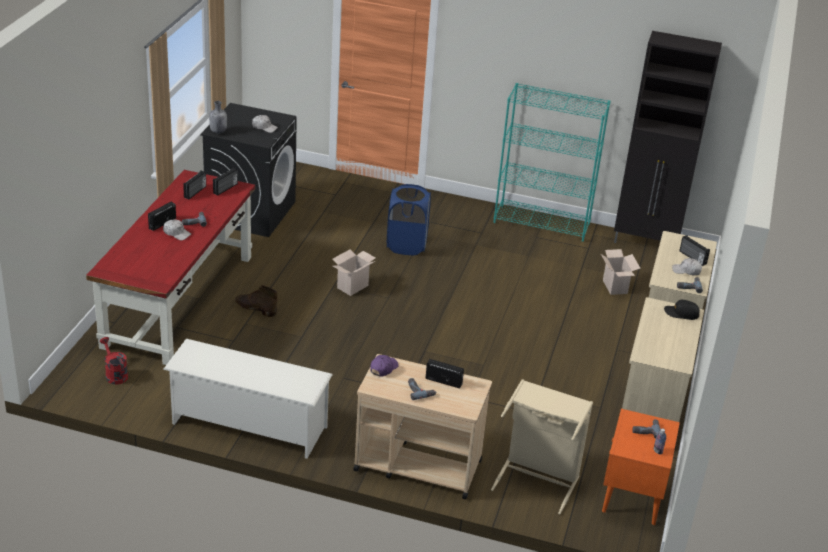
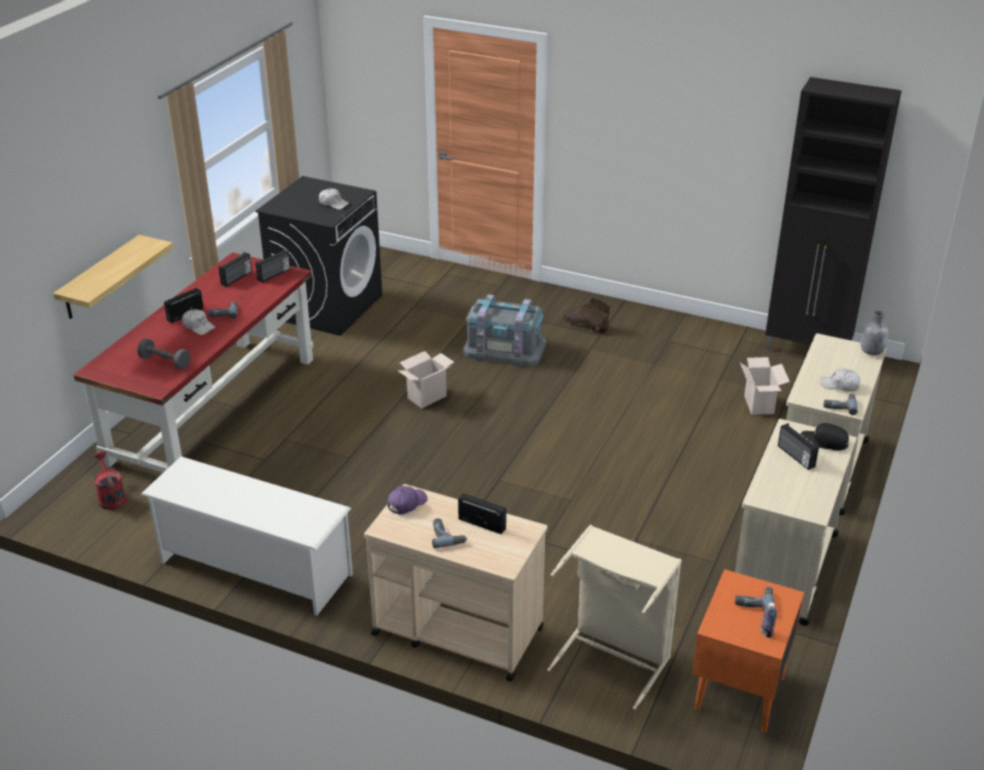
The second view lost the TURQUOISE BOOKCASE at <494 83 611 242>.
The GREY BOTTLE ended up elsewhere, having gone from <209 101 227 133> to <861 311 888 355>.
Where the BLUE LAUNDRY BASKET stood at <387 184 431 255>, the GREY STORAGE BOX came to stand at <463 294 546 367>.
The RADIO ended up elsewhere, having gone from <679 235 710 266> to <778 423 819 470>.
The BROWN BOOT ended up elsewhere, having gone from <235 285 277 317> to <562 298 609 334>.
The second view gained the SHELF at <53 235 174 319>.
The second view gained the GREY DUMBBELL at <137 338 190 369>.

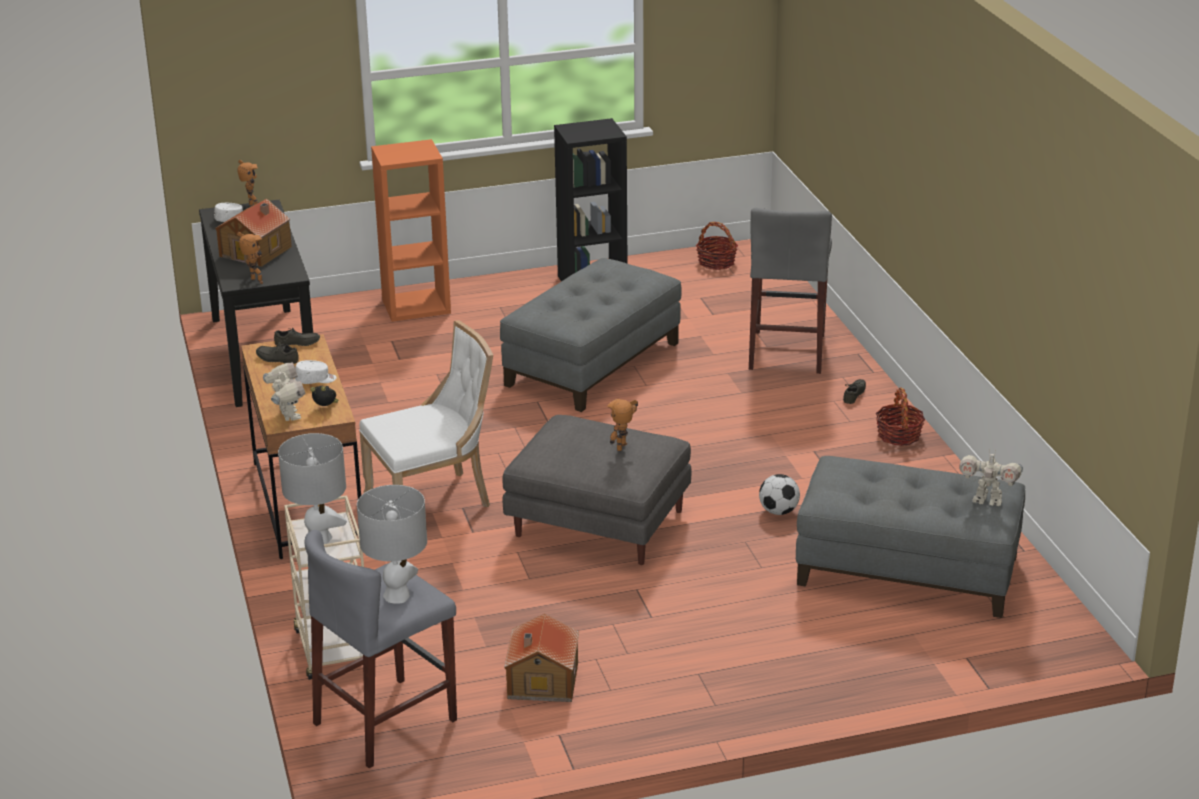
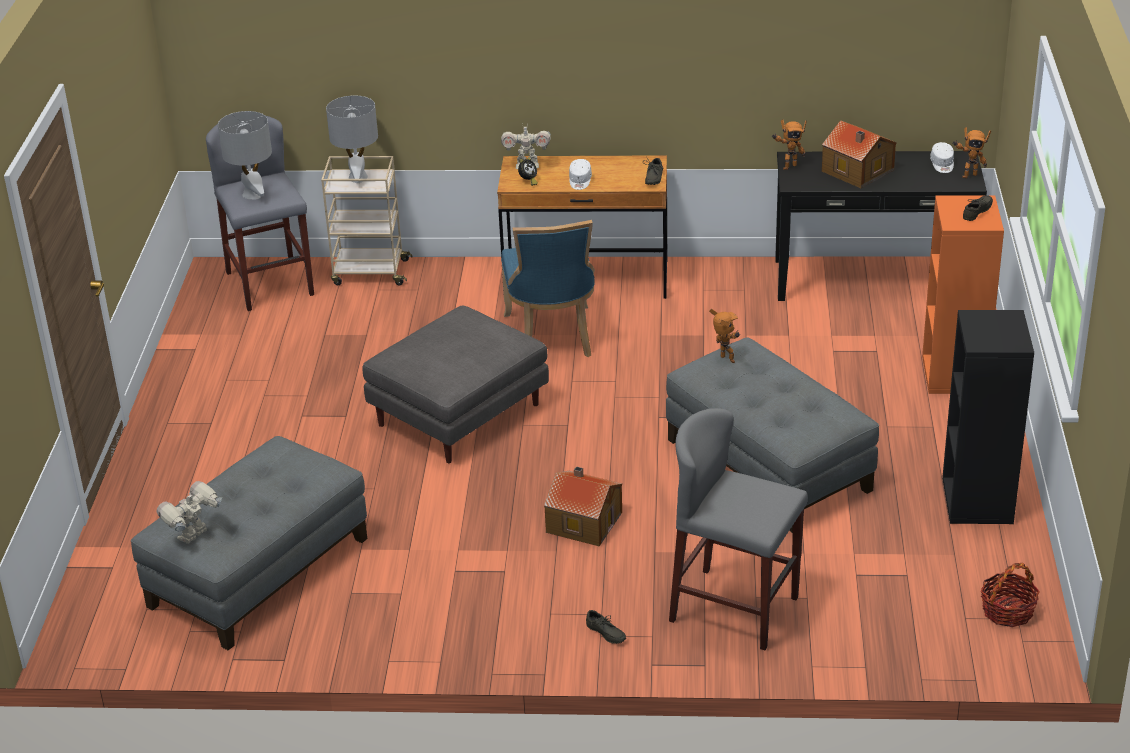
What was the WHITE CHAIR at <359 320 493 507> turned into the BLUE CHAIR at <501 220 595 357>.
The GREY SHOE ended up elsewhere, having gone from <256 338 299 364> to <963 195 993 221>.
The second view lost the BASKET at <876 388 925 446>.
The TOY ROBOT ended up elsewhere, having gone from <607 399 638 451> to <709 309 740 363>.
The second view lost the FOOTBALL at <759 474 800 515>.
The TOY HOUSE ended up elsewhere, having gone from <504 613 579 702> to <544 466 622 546>.

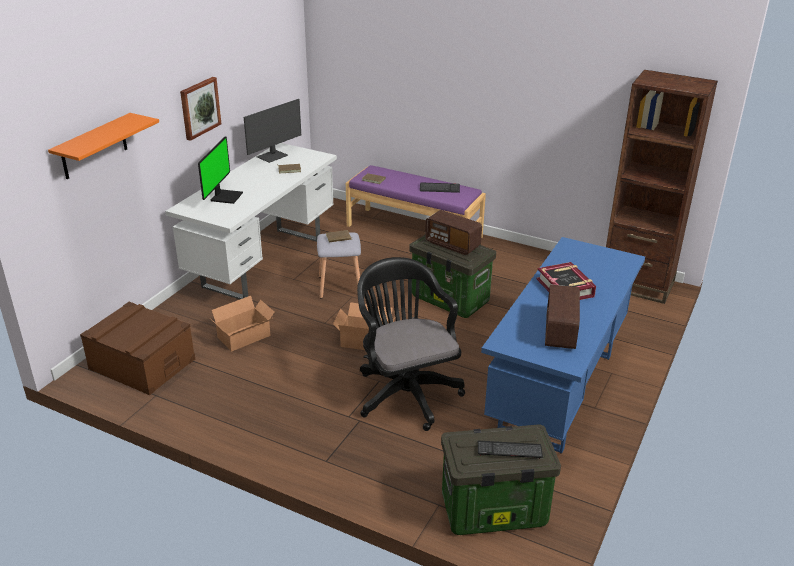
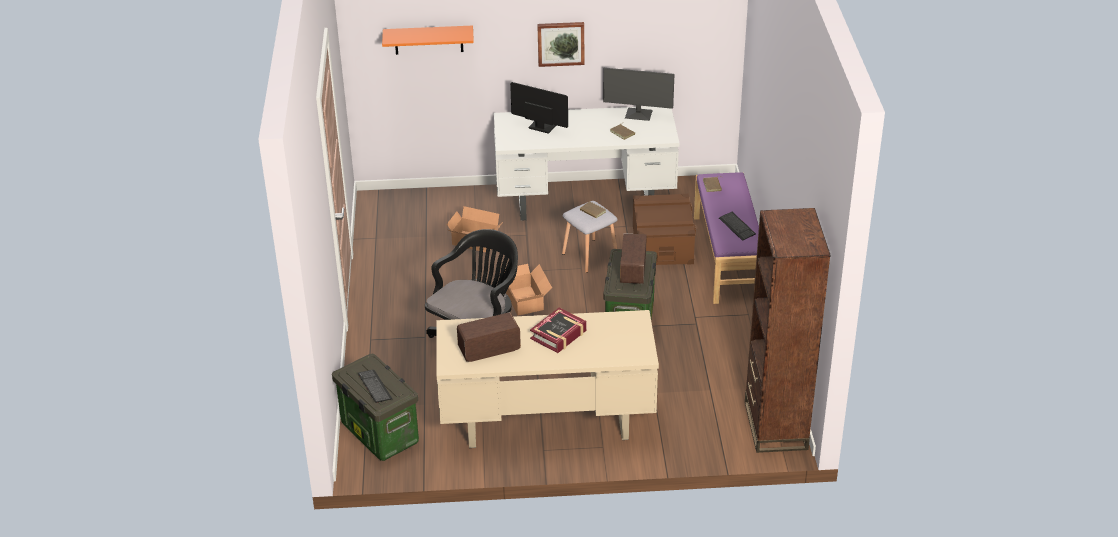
The MONITOR at <198 136 243 204> ended up facing another way, 135 degrees counterclockwise from before.
What was the BLUE DESK at <481 237 645 454> turned into the BEIGE DESK at <437 310 659 448>.
The BROWN STORAGE BOX ended up elsewhere, having gone from <80 302 195 395> to <633 194 696 265>.

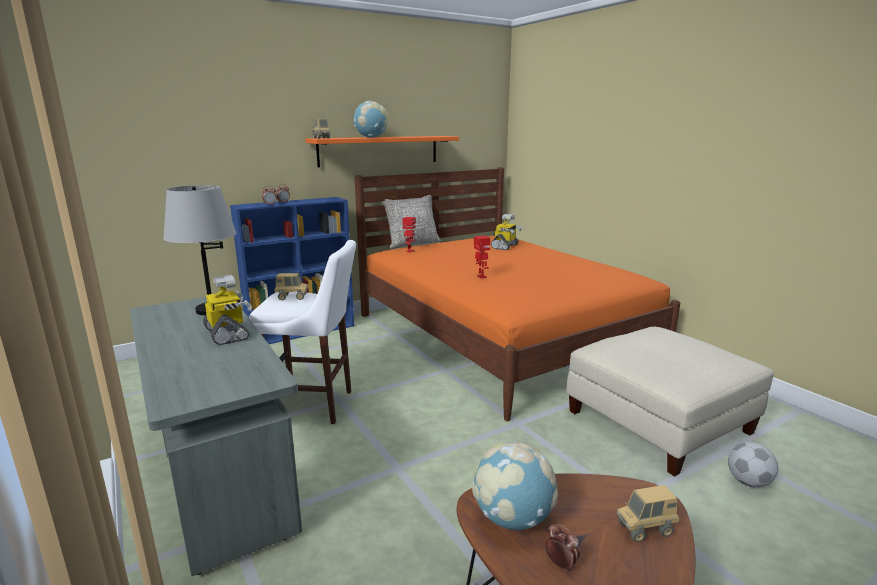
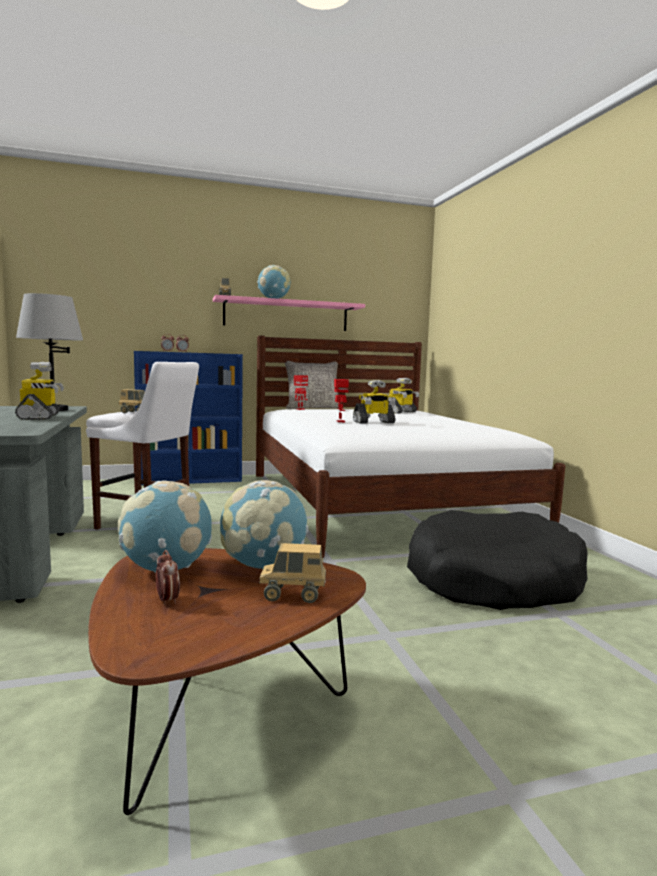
What was the ORANGE SHELF at <305 136 459 167> turned into the PINK SHELF at <213 295 365 331>.
What was the ORANGE BED at <355 167 680 421> turned into the WHITE BED at <256 335 565 558>.
Where the BEIGE OTTOMAN stood at <566 327 774 476>, the BLACK DOG BED came to stand at <407 510 588 610>.
The second view lost the FOOTBALL at <728 442 778 487>.
The second view gained the TOY ROBOT at <353 380 396 424>.
The second view gained the GLOBE at <220 480 308 569>.

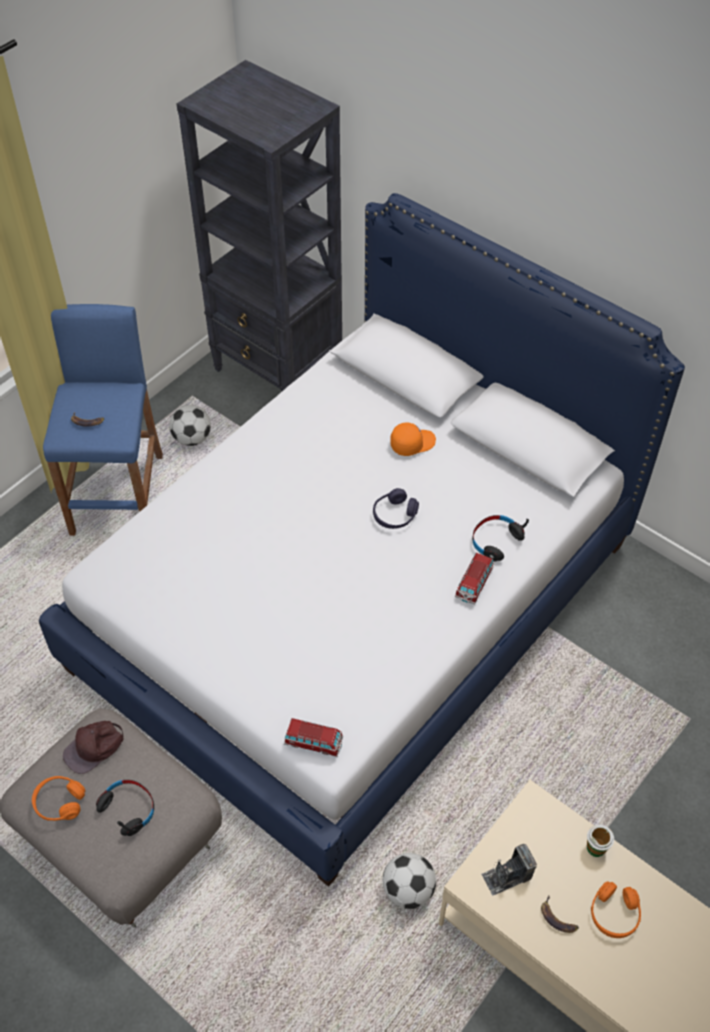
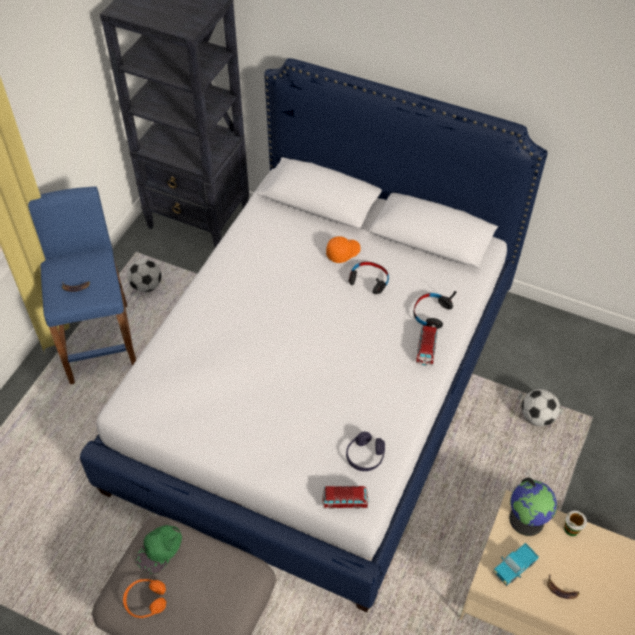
The PURPLE HEADPHONES ended up elsewhere, having gone from <373 488 419 529> to <346 432 385 471>.
What was the BROWN CAP at <63 721 124 774> turned into the GREEN CAP at <136 525 182 574>.
The BLACK HEADPHONES ended up elsewhere, having gone from <96 780 154 836> to <349 262 389 294>.
Where the PHOTO CAMERA stood at <481 844 537 895>, the TOY TRUCK came to stand at <493 543 539 586>.
The FOOTBALL ended up elsewhere, having gone from <383 853 436 909> to <522 389 560 426>.
The second view lost the ORANGE HEADPHONES at <591 882 641 938>.
The second view gained the GLOBE at <509 477 557 536>.

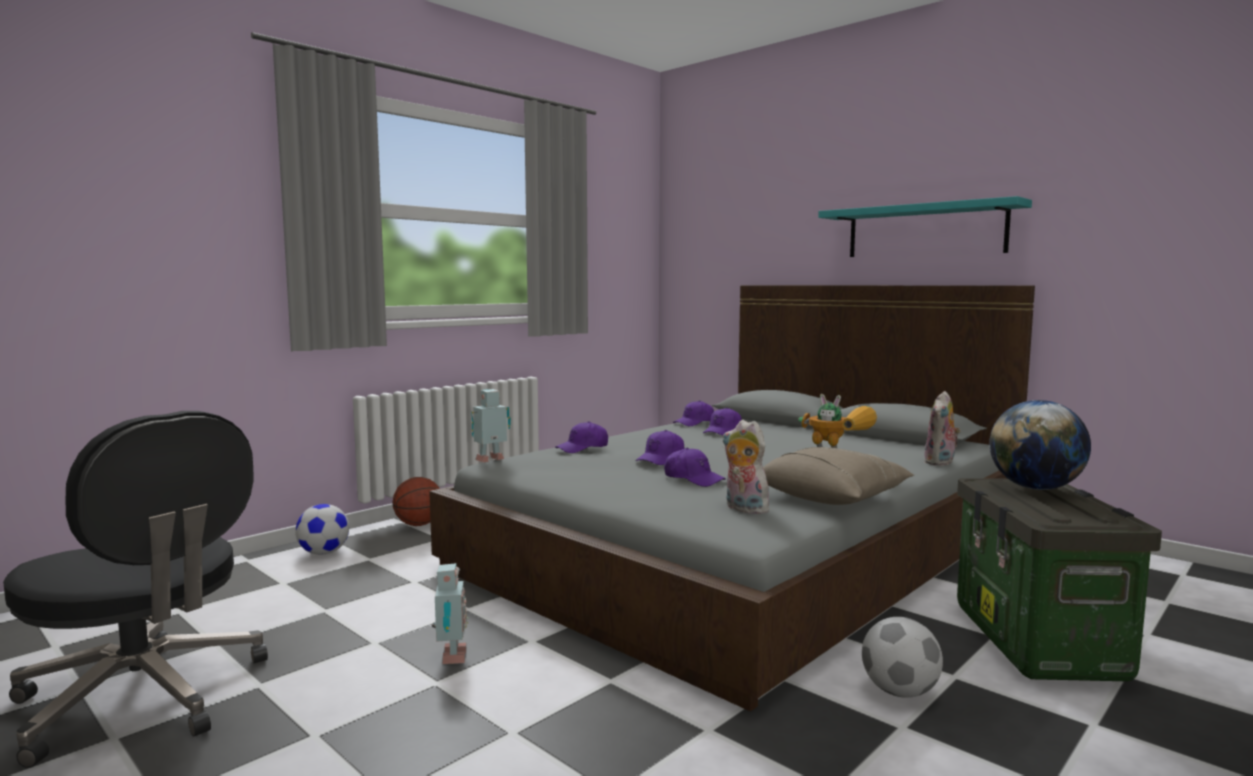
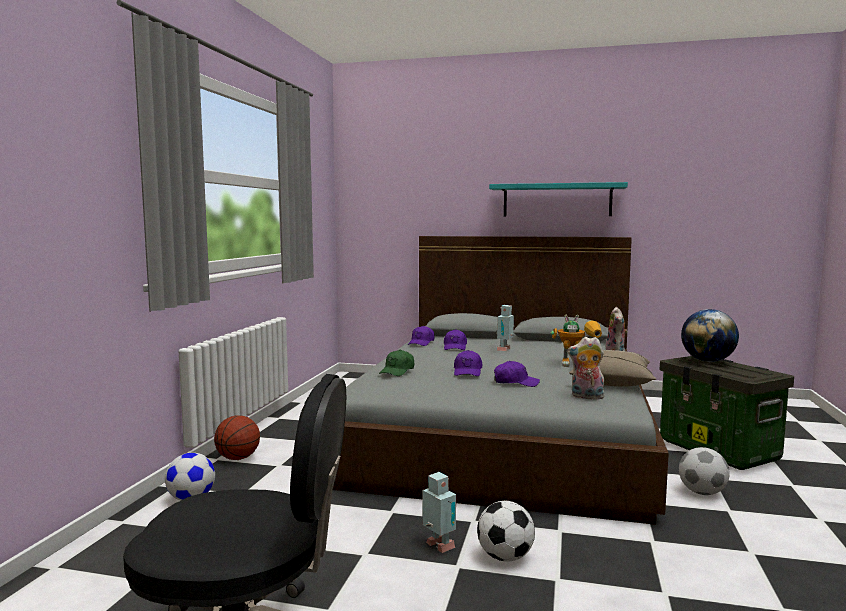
The TOY ROBOT ended up elsewhere, having gone from <471 389 511 462> to <496 305 514 351>.
What was the PURPLE CAP at <555 421 608 453> turned into the GREEN CAP at <379 350 414 376>.
The second view gained the FOOTBALL at <477 500 535 562>.

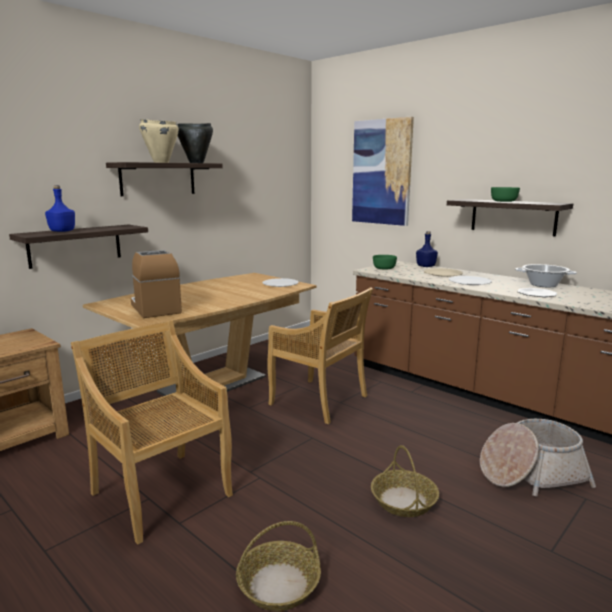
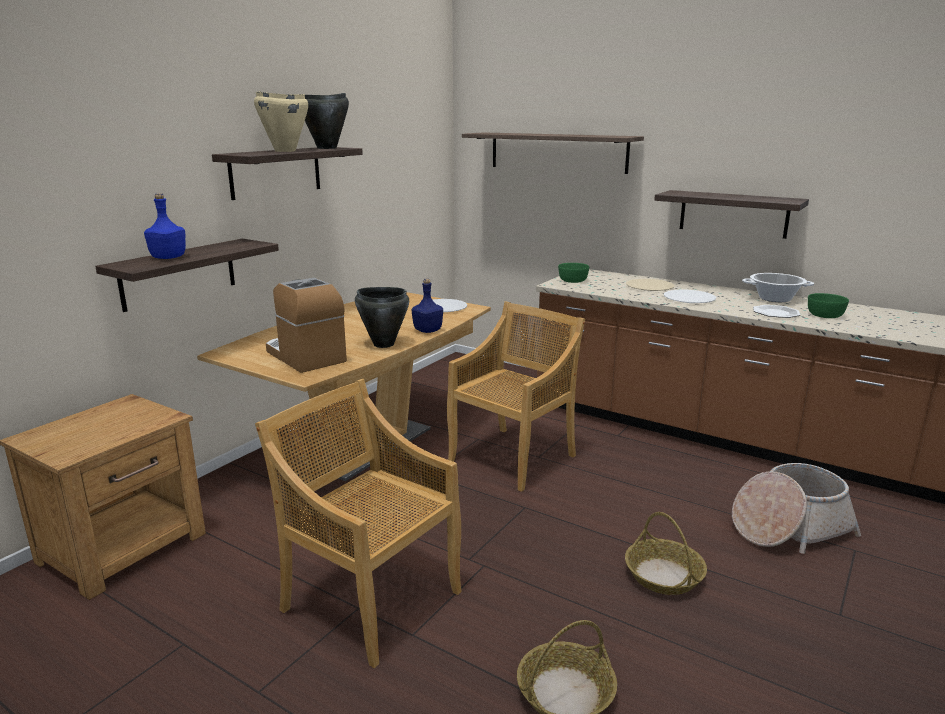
Where the PICTURE hung at <352 117 414 226>, the SHELF came to hang at <462 132 644 174>.
The GREEN BOWL ended up elsewhere, having gone from <491 187 520 202> to <808 293 849 318>.
The BLUE BOTTLE ended up elsewhere, having gone from <416 231 438 267> to <412 278 443 333>.
The BEIGE CHAIR at <267 287 373 424> ended up facing another way, 75 degrees counterclockwise from before.
The second view gained the BLACK COOKING POT at <355 287 409 348>.

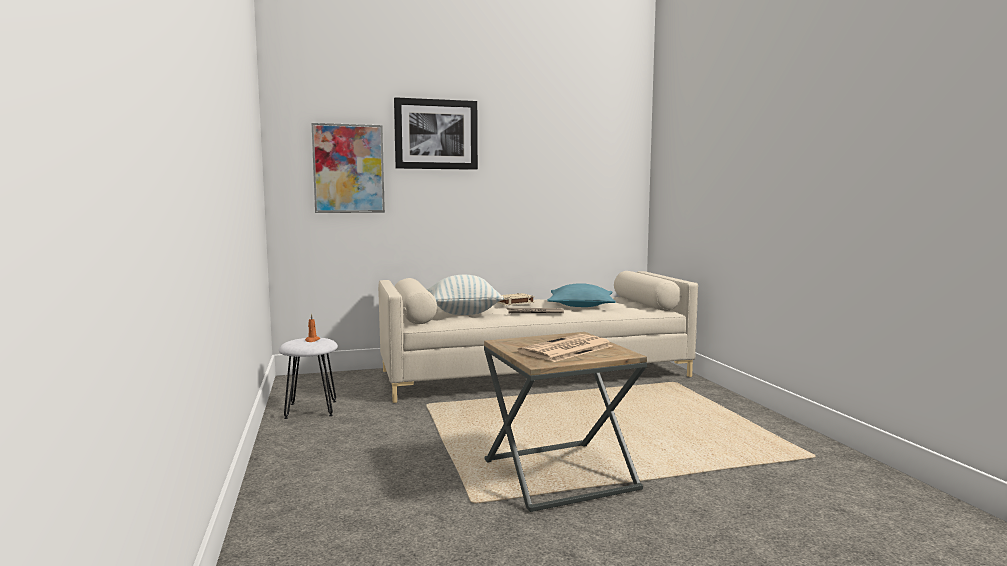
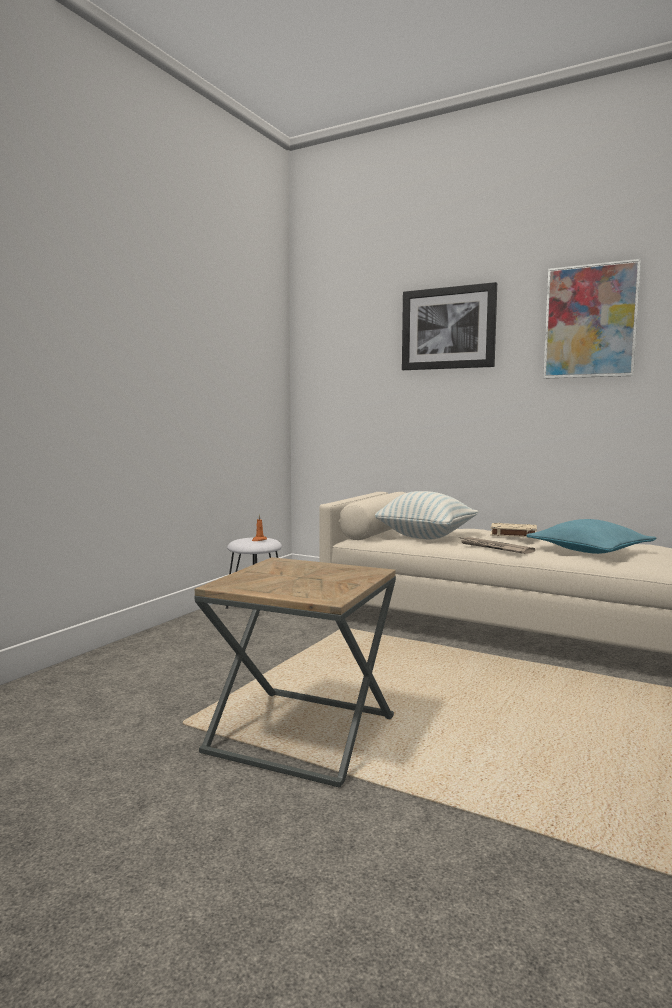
The PICTURE ended up elsewhere, having gone from <311 123 385 213> to <543 259 641 379>.
The second view lost the NEWSPAPER at <518 334 613 362>.

